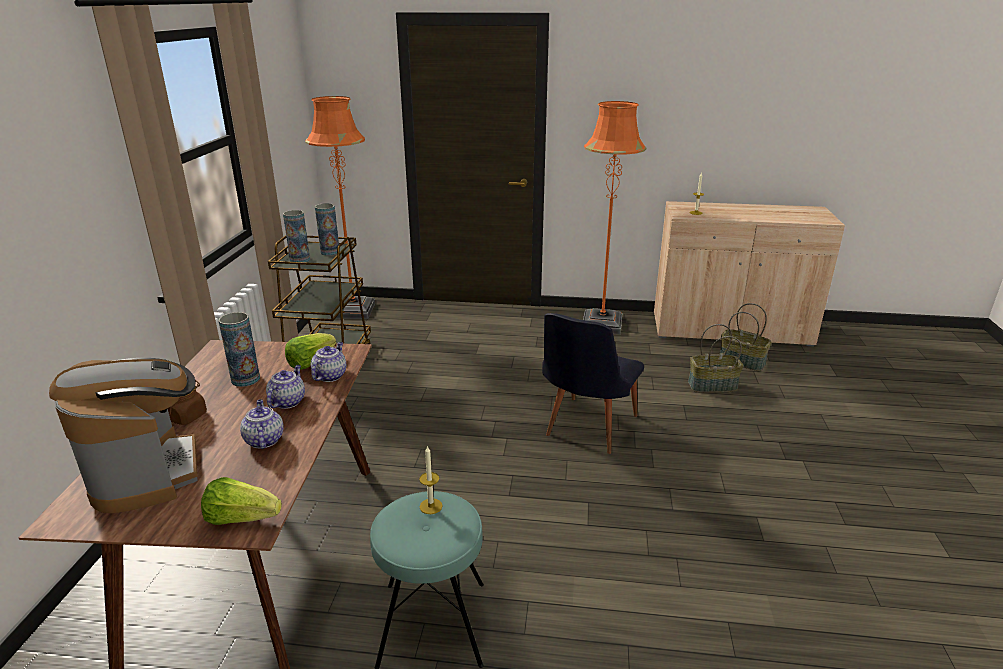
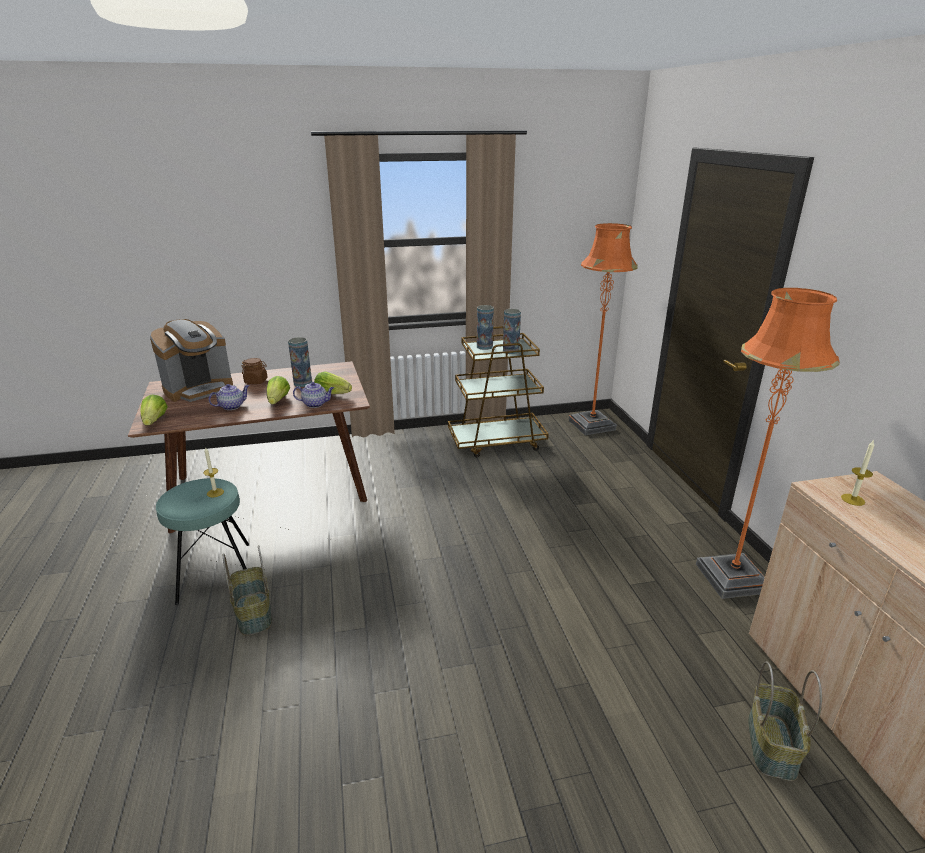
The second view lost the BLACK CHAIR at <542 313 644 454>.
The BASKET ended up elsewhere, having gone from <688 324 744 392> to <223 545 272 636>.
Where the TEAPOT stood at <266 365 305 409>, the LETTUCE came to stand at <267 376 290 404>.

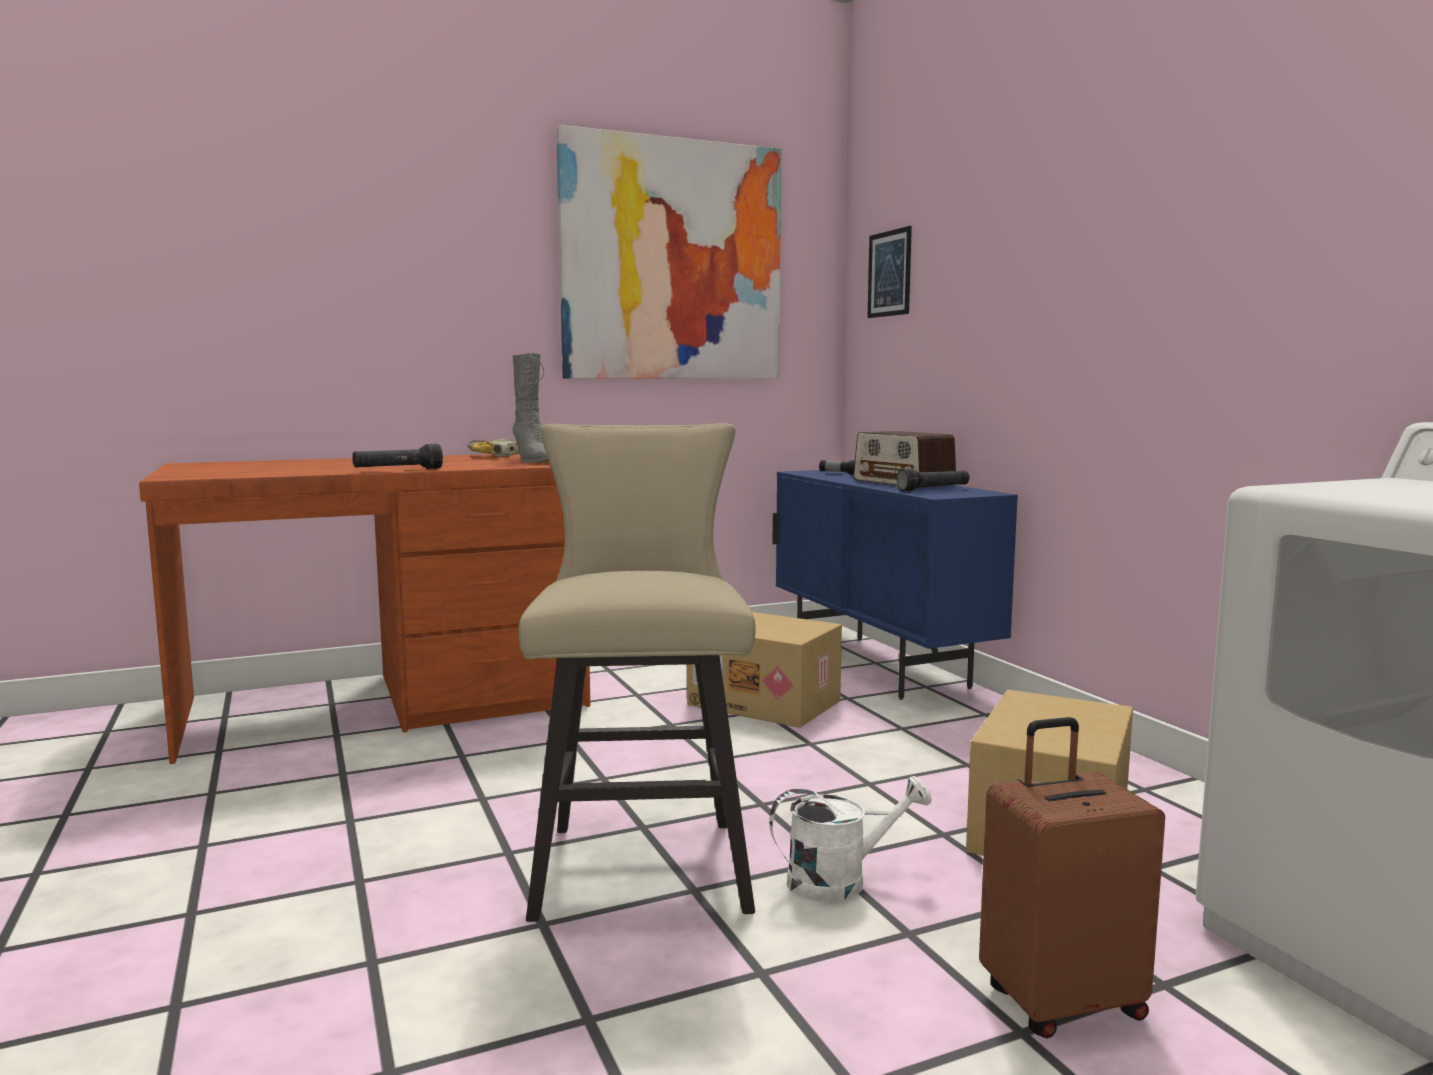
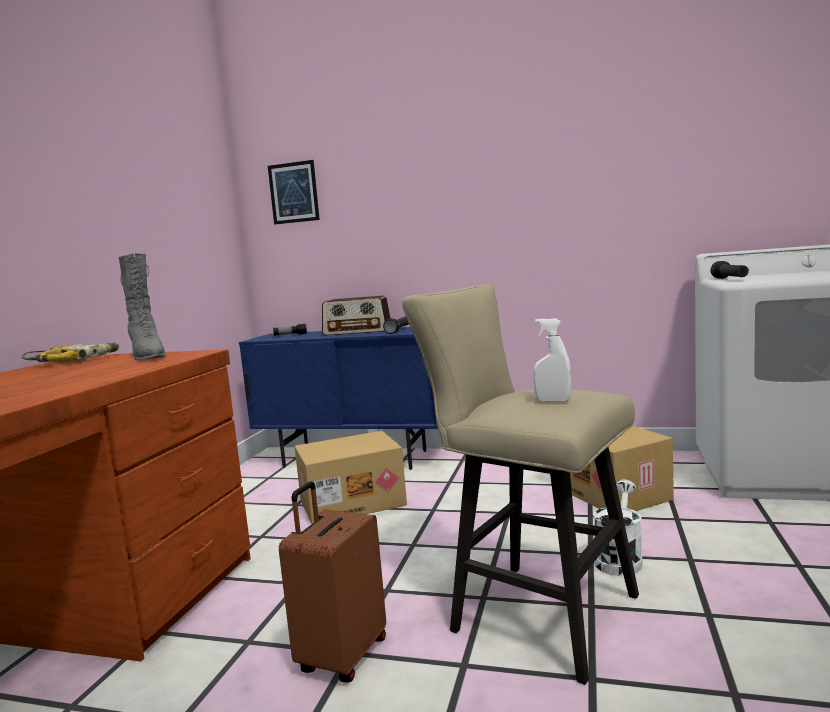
The second view lost the PICTURE at <556 125 781 379>.
The GREY BOOT at <513 353 549 463> ended up facing another way, 45 degrees clockwise from before.
The BLACK FLASHLIGHT ended up elsewhere, having gone from <352 444 443 469> to <710 261 749 279>.
The BROWN SUITCASE ended up elsewhere, having gone from <979 717 1165 1038> to <279 481 386 683>.
The second view gained the WHITE SPRAY BOTTLE at <533 318 571 402>.

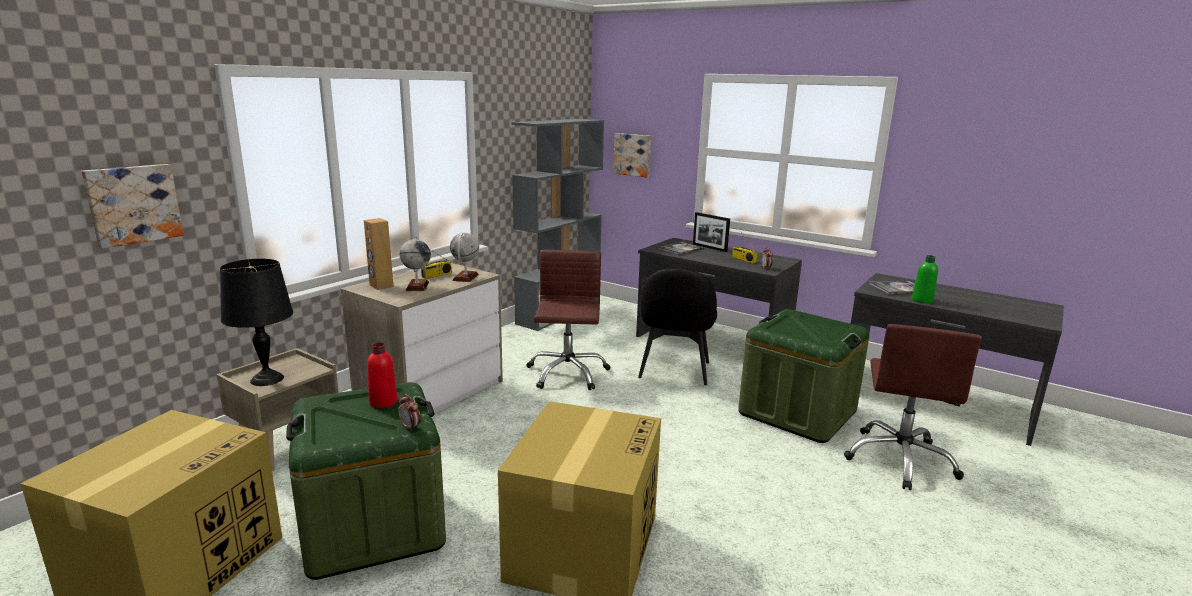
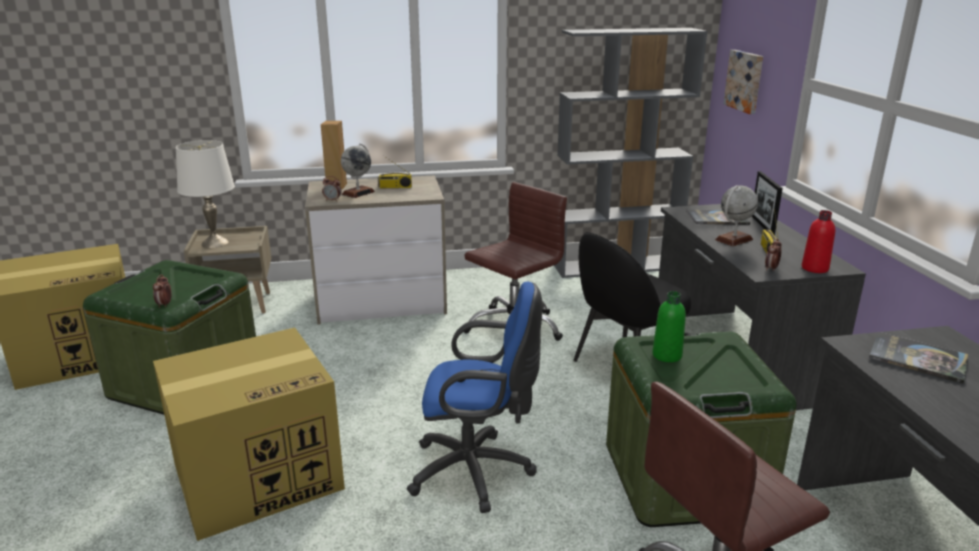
The second view lost the PICTURE at <82 164 184 249>.
The GLOBE ended up elsewhere, having gone from <450 233 479 282> to <715 185 758 246>.
The GREEN BOTTLE ended up elsewhere, having gone from <912 255 938 303> to <652 291 686 362>.
What was the BLACK TABLE LAMP at <220 259 293 386> turned into the WHITE TABLE LAMP at <176 140 235 248>.
The RED BOTTLE ended up elsewhere, having gone from <367 343 397 408> to <802 210 835 273>.
The second view gained the ALARM CLOCK at <322 176 342 201>.
The second view gained the BLUE OFFICE CHAIR at <407 282 543 513>.

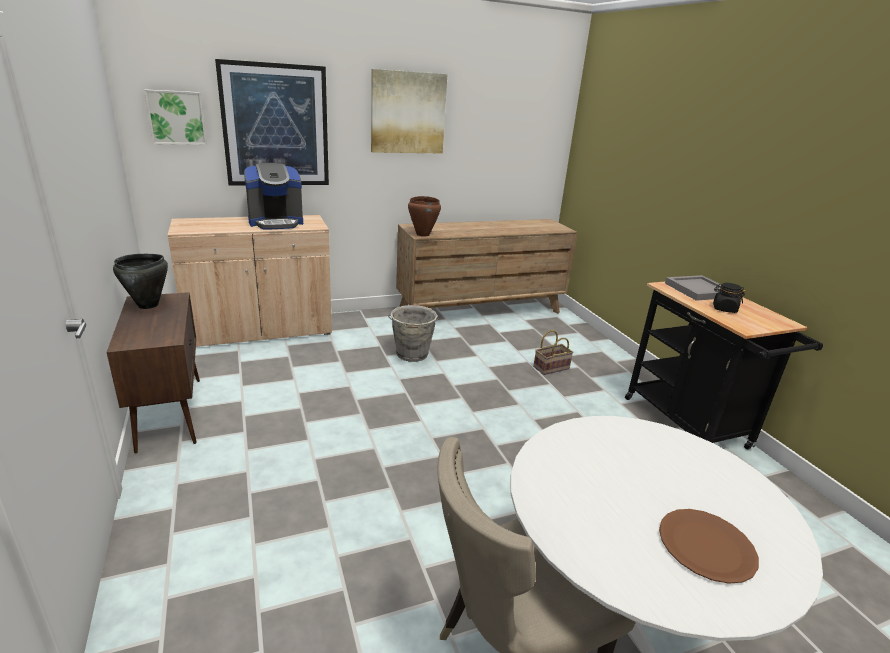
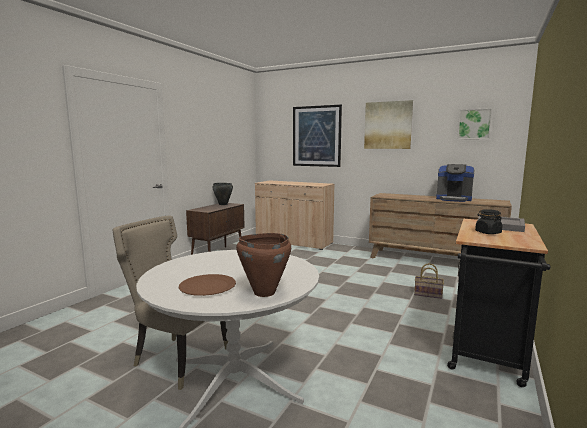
The PICTURE ended up elsewhere, having gone from <144 89 207 145> to <457 108 492 139>.
The COFFEE MACHINE ended up elsewhere, having gone from <244 163 303 230> to <436 164 474 202>.
The BROWN COOKING POT ended up elsewhere, having gone from <408 196 441 237> to <236 233 291 297>.
The second view lost the GREY BUCKET at <388 305 439 362>.

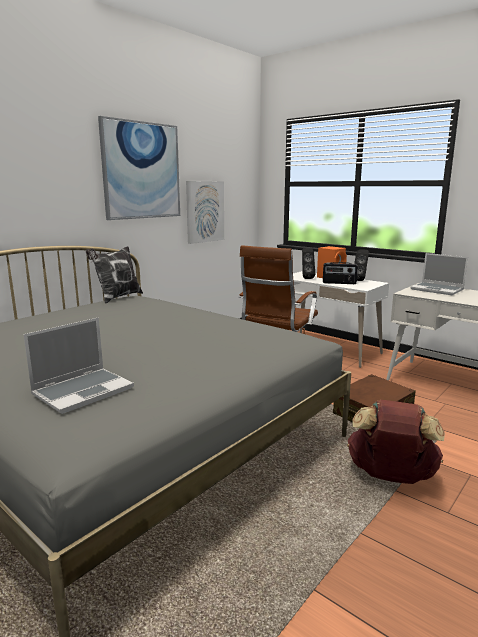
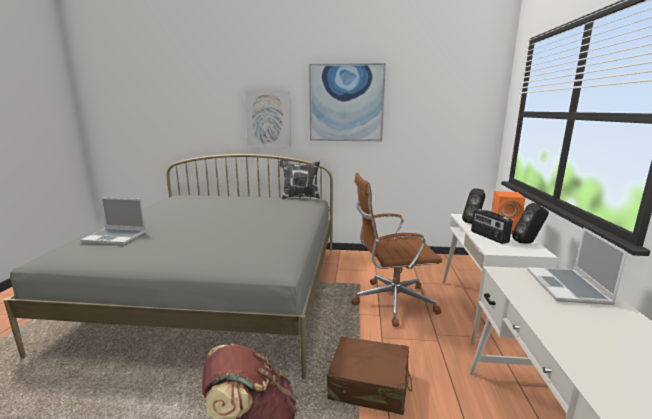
The PICTURE ended up elsewhere, having gone from <186 181 224 244> to <244 91 291 147>.

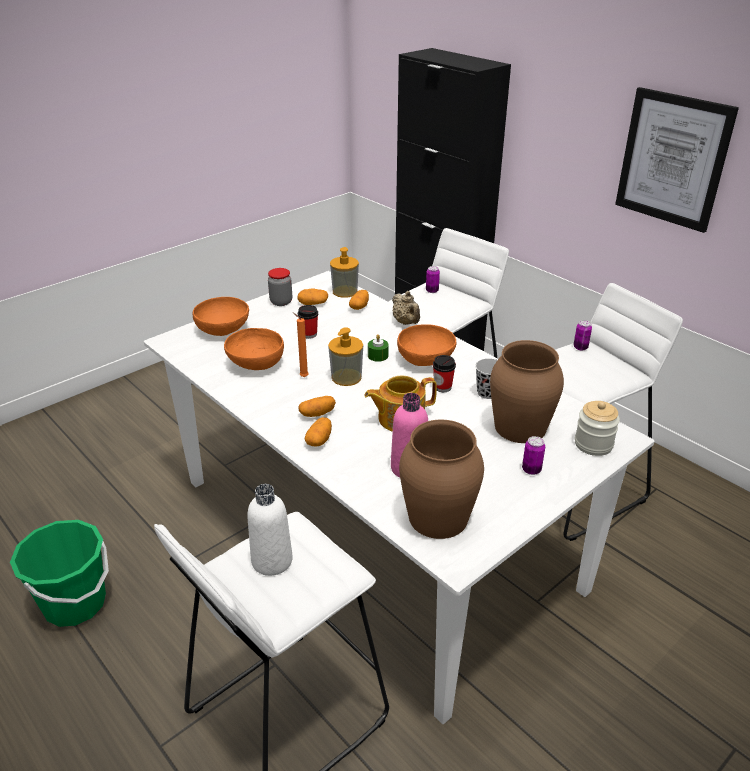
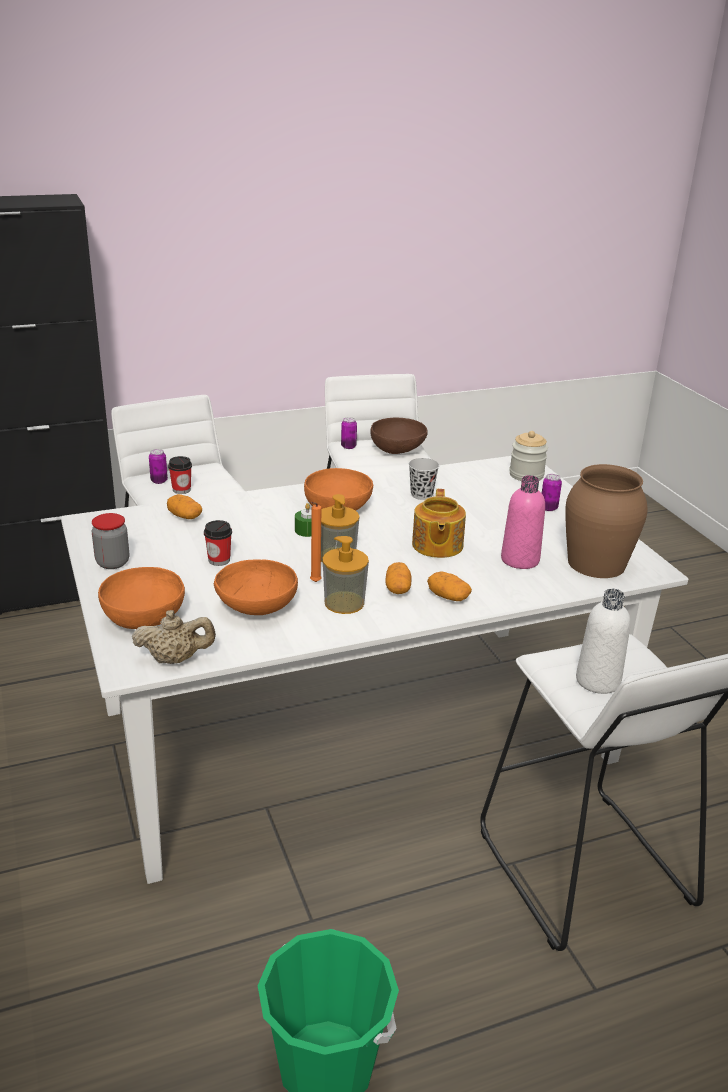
The second view lost the PICTURE at <615 87 739 233>.
The SOAP DISPENSER ended up elsewhere, having gone from <330 247 359 298> to <323 536 369 614>.
The second view lost the POTATO at <298 288 328 305>.
The BEIGE TEAPOT ended up elsewhere, having gone from <392 291 420 325> to <132 610 216 664>.
The second view lost the BROWN VASE at <490 340 564 443>.
The CUP ended up elsewhere, having gone from <433 355 456 392> to <168 456 192 494>.
The second view gained the BROWN BOWL at <370 418 428 454>.

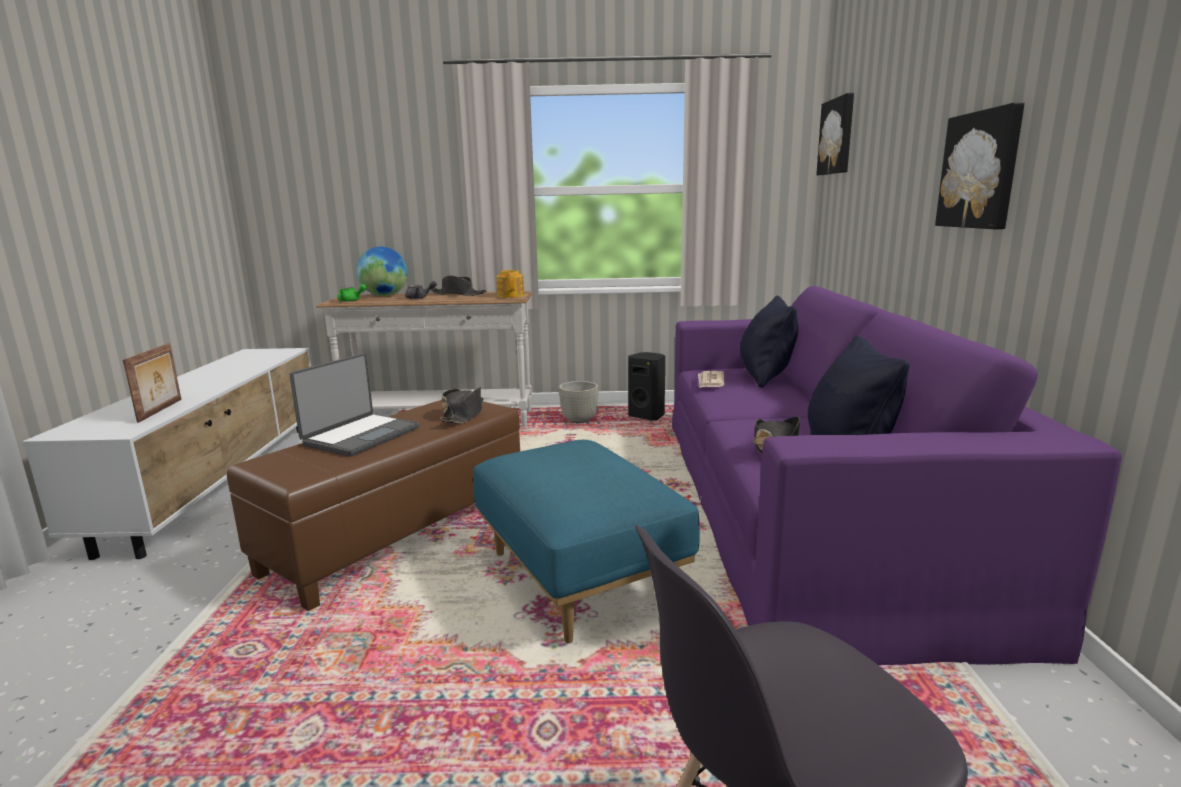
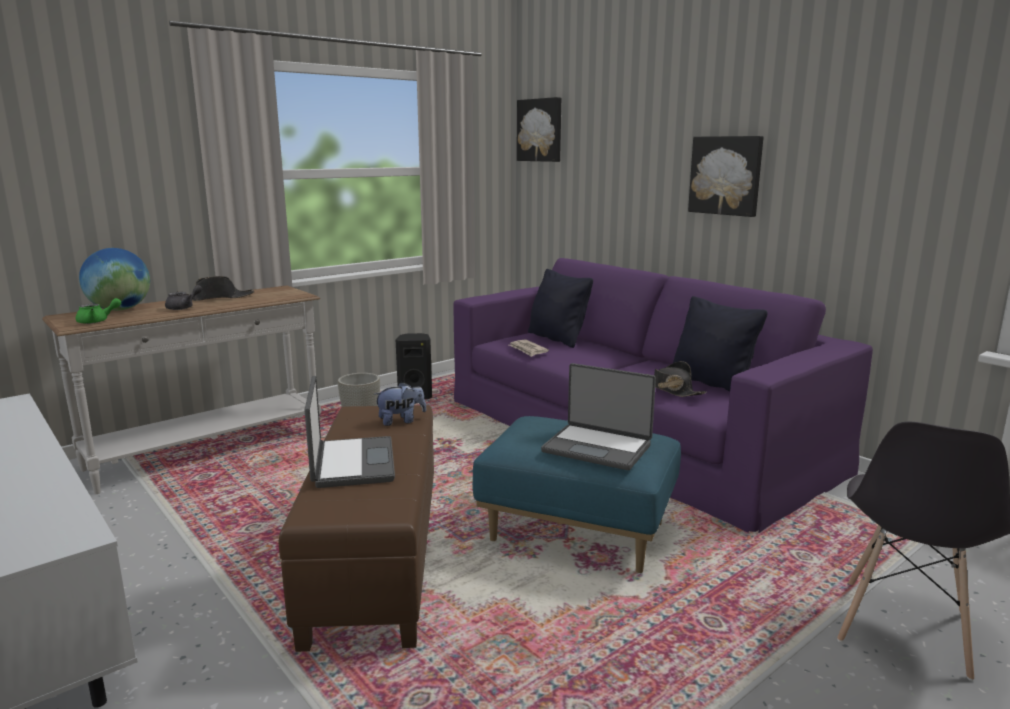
The second view lost the TEAPOT at <496 270 524 298>.
The second view lost the PICTURE FRAME at <123 343 182 423>.
Where the BLACK HAT stood at <440 387 483 424>, the PLUSH TOY came to stand at <374 382 426 426>.
The second view gained the LAPTOP at <541 363 656 470>.

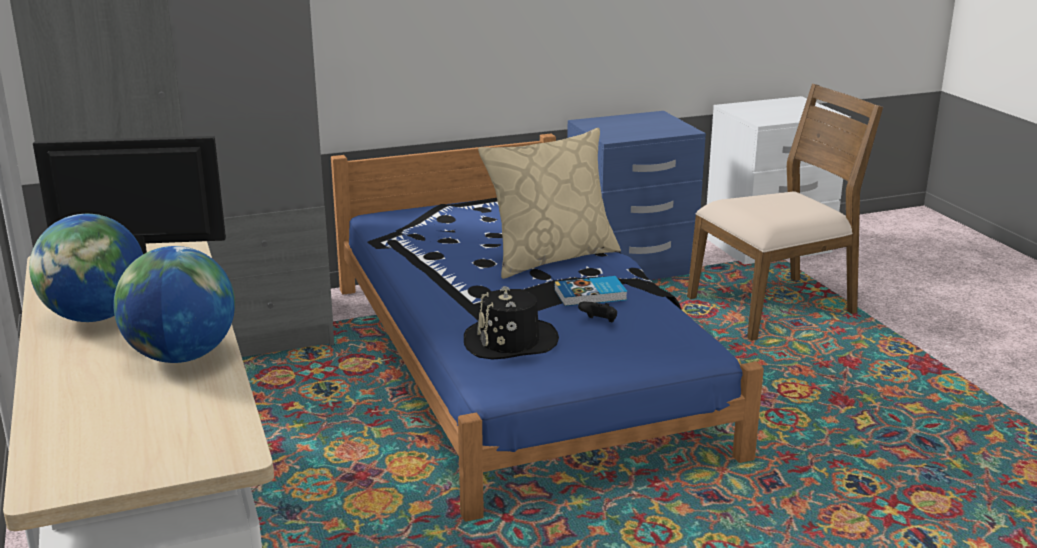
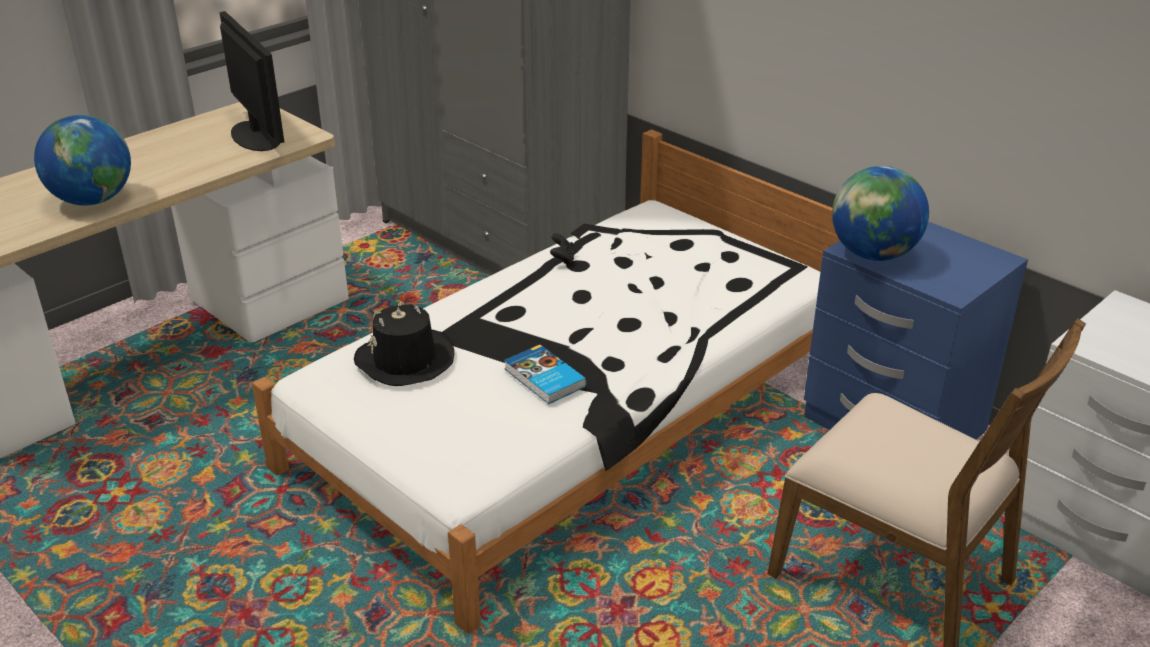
The second view lost the BEIGE PILLOW at <478 128 621 279>.
What was the BLUE BED at <331 133 764 522> turned into the WHITE BED at <252 129 840 634>.
The GLOBE ended up elsewhere, having gone from <29 214 143 322> to <832 166 929 261>.
The BLACK GAME CONTROLLER ended up elsewhere, having gone from <578 302 617 322> to <550 233 575 265>.

